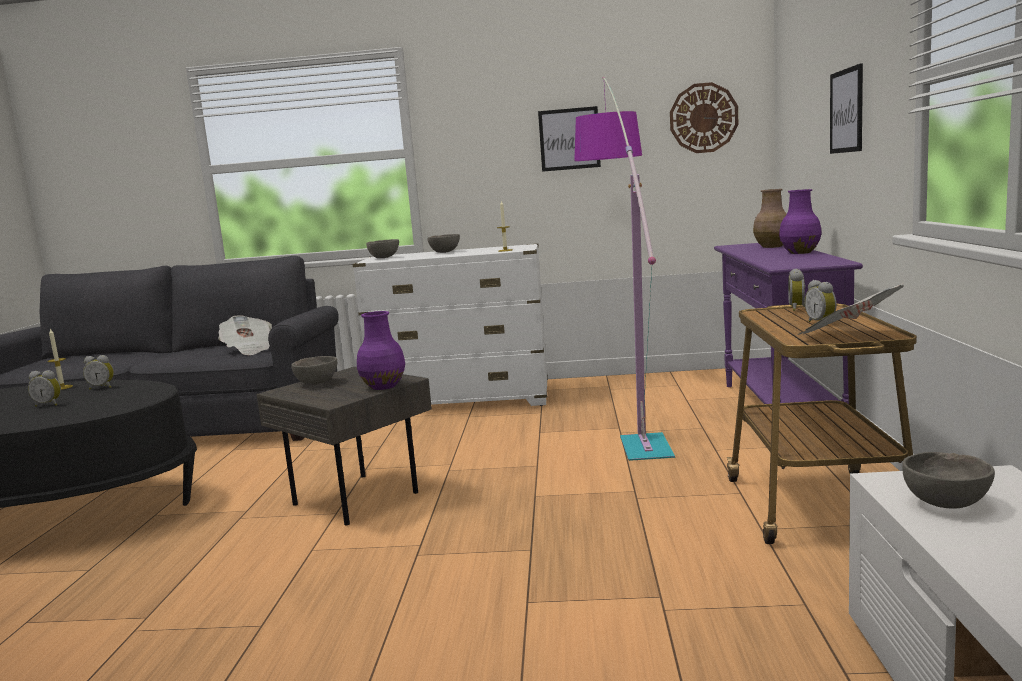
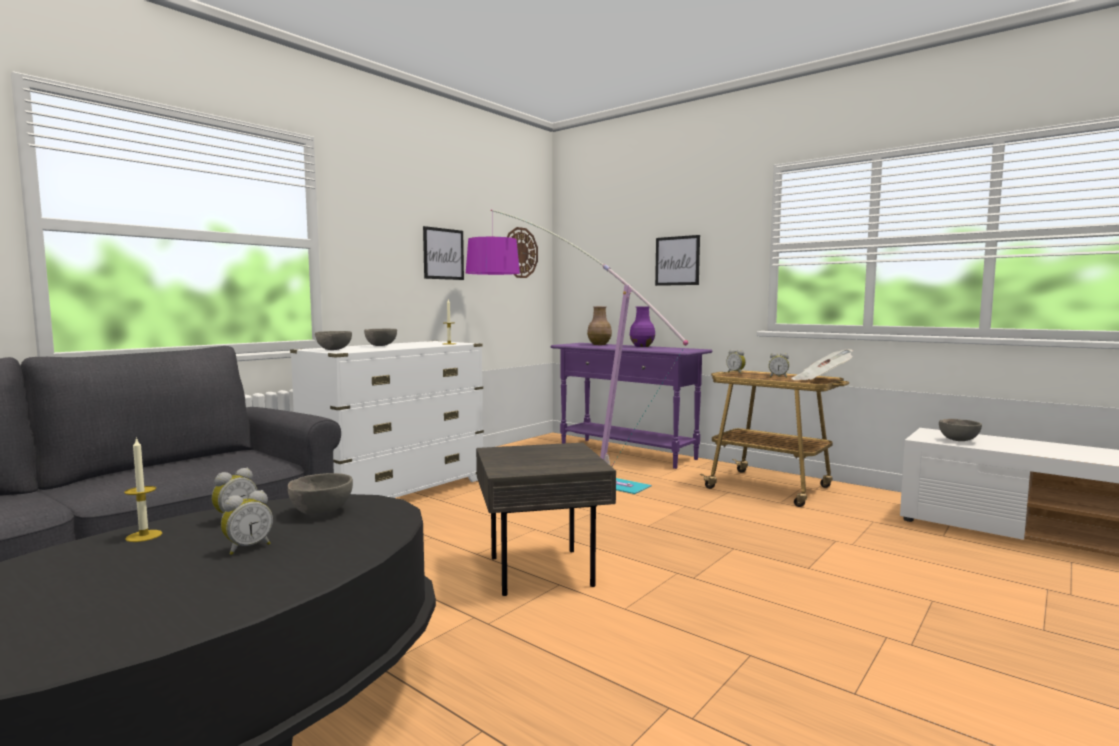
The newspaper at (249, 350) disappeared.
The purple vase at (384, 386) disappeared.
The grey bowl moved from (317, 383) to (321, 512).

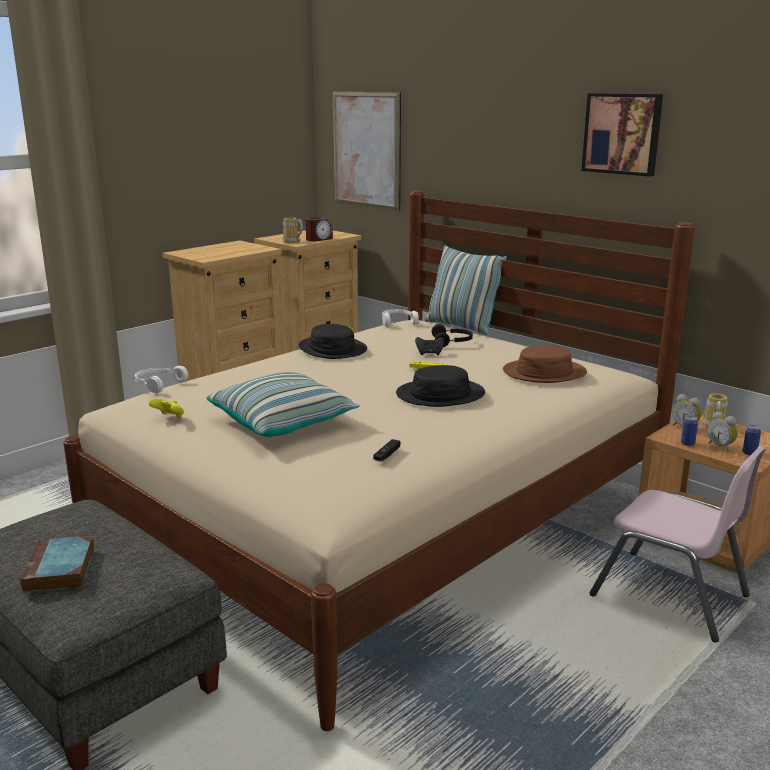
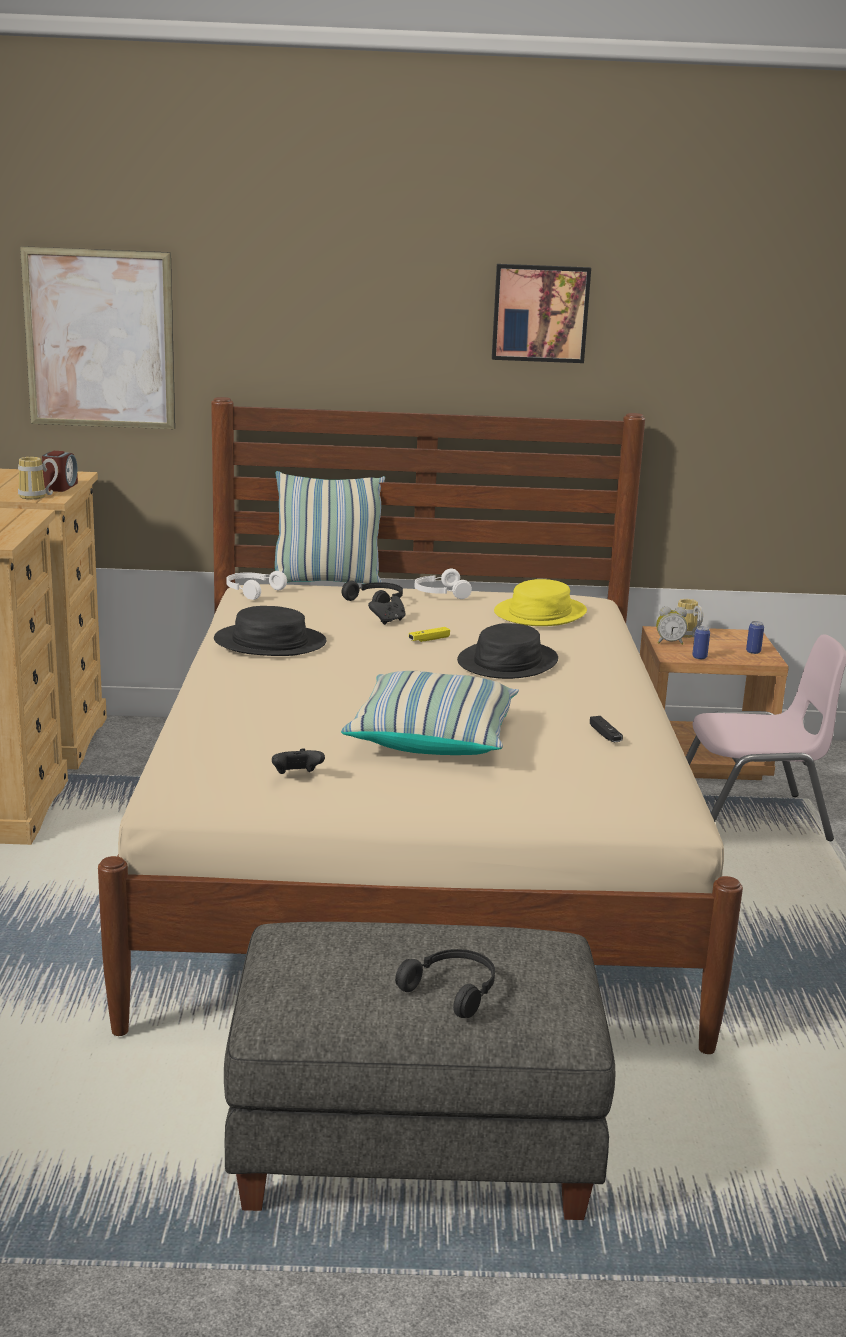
The alarm clock at (721, 446) disappeared.
The white headphones moved from (158, 384) to (440, 593).
The book at (60, 570) was replaced by the black headphones at (453, 990).
The yellow game controller at (169, 418) became the black game controller at (296, 776).
The brown hat at (544, 372) became the yellow hat at (540, 613).

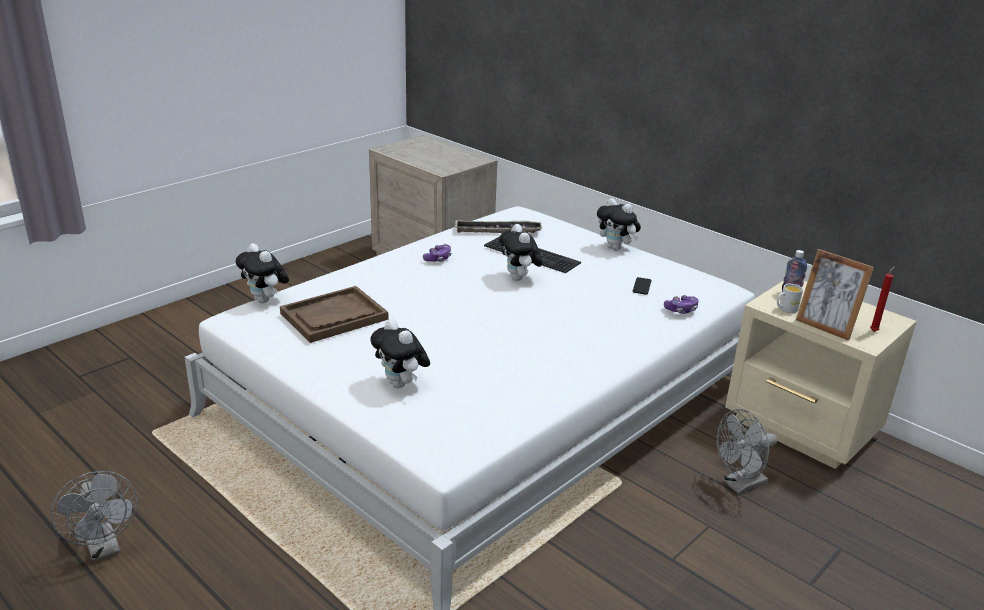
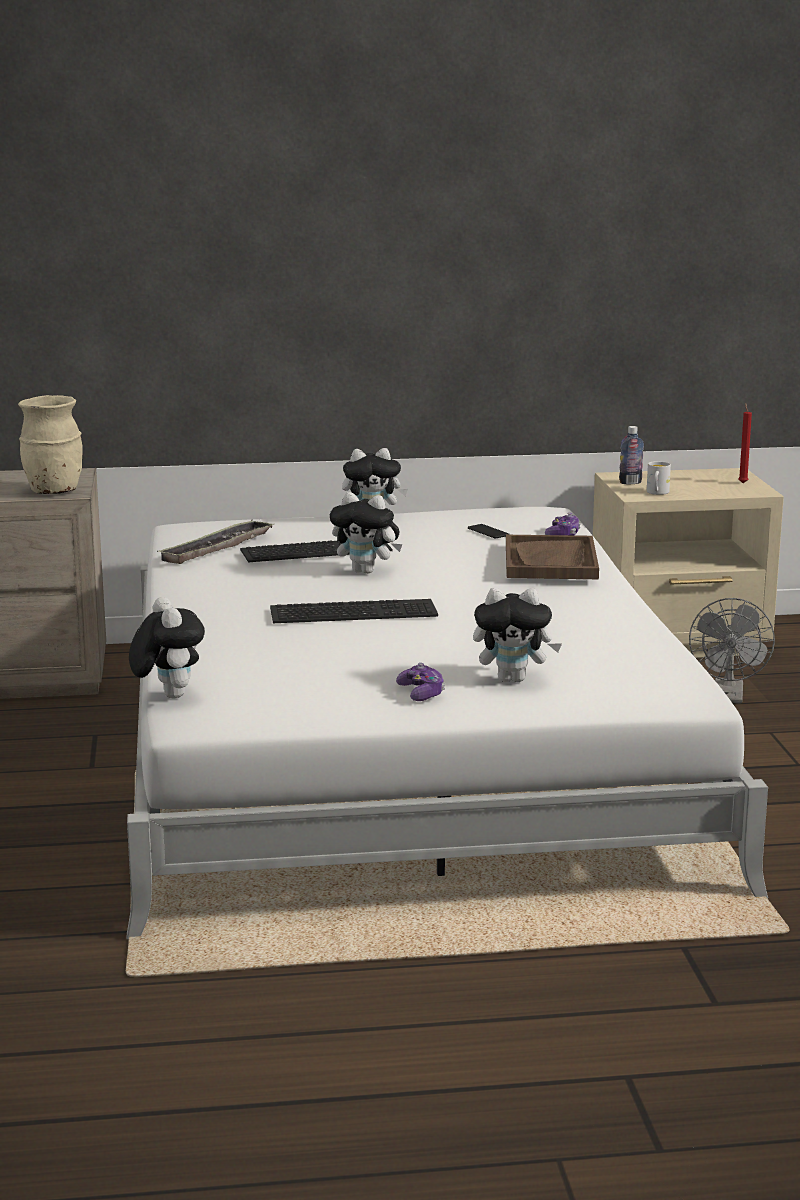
The grey fan at (105, 549) disappeared.
The picture frame at (825, 327) disappeared.
The beige vase at (53, 491) appeared.
The keyboard at (354, 610) appeared.
The brown tray moved from (334, 316) to (551, 561).
The game controller moved from (438, 259) to (421, 693).
The plush toy at (265, 300) turned 105 degrees counterclockwise.

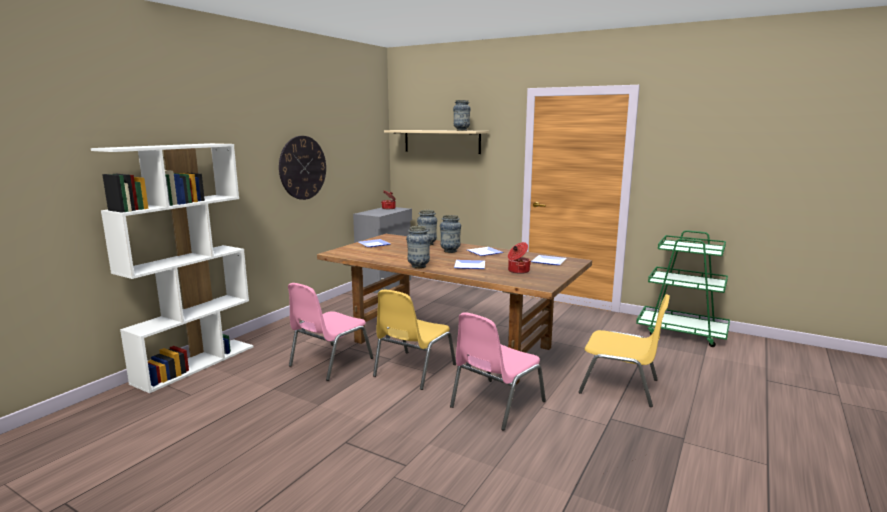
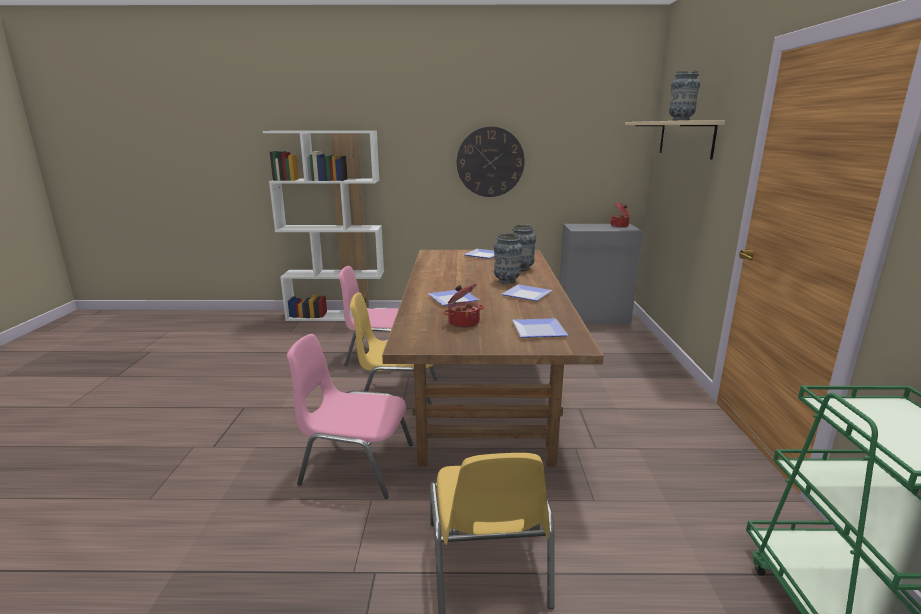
The vase at (418, 266) disappeared.

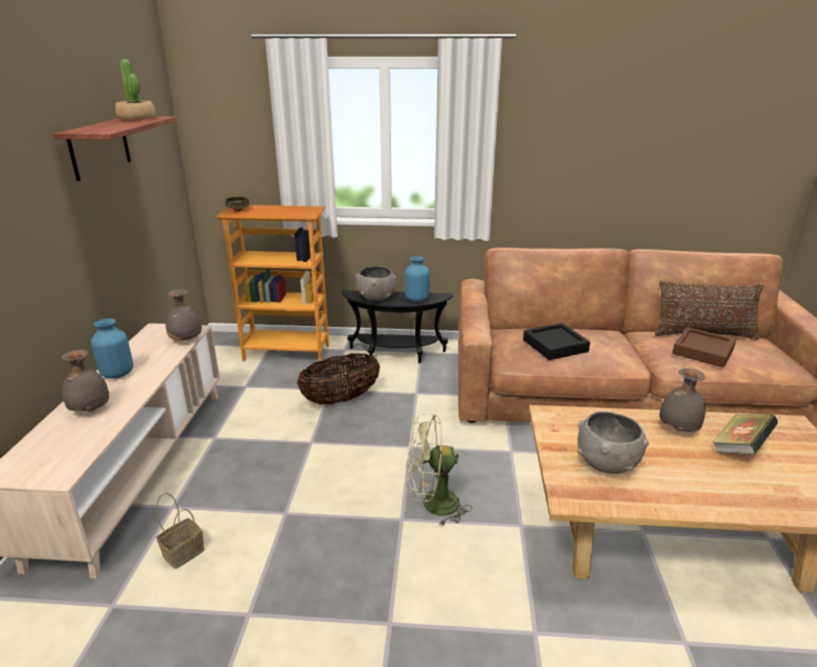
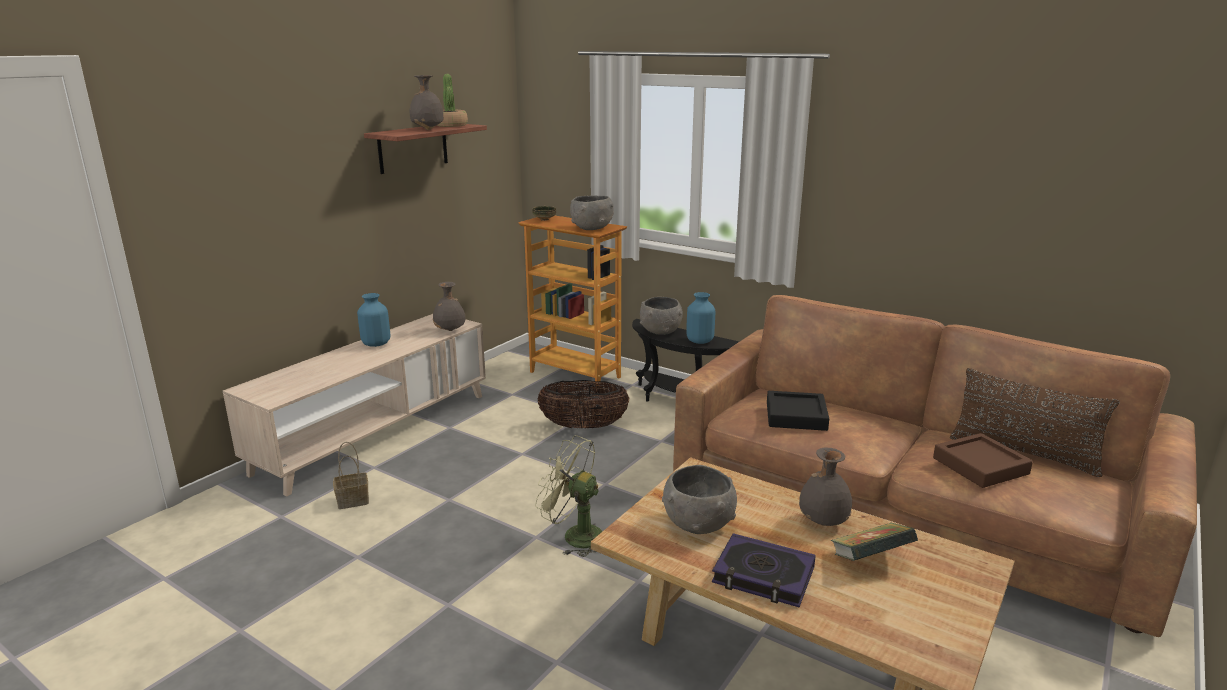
The grey bowl at (591, 228) appeared.
The book at (763, 576) appeared.
The grey vase moved from (89, 410) to (427, 129).

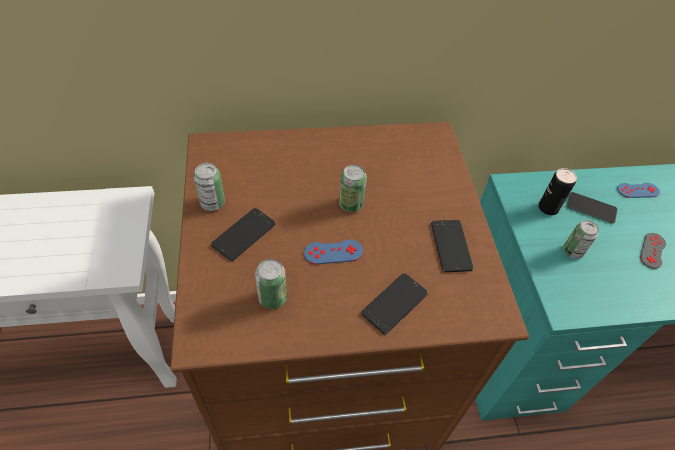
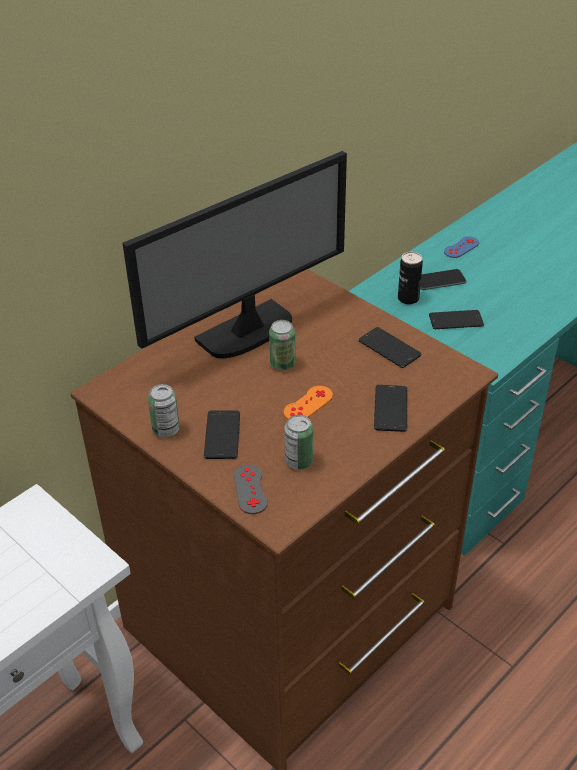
The monitor at (248, 333) appeared.
The grey game controller moved from (652, 250) to (250, 489).
The can at (572, 251) was replaced by the phone at (456, 320).
The blue game controller at (333, 252) became the orange game controller at (308, 404).

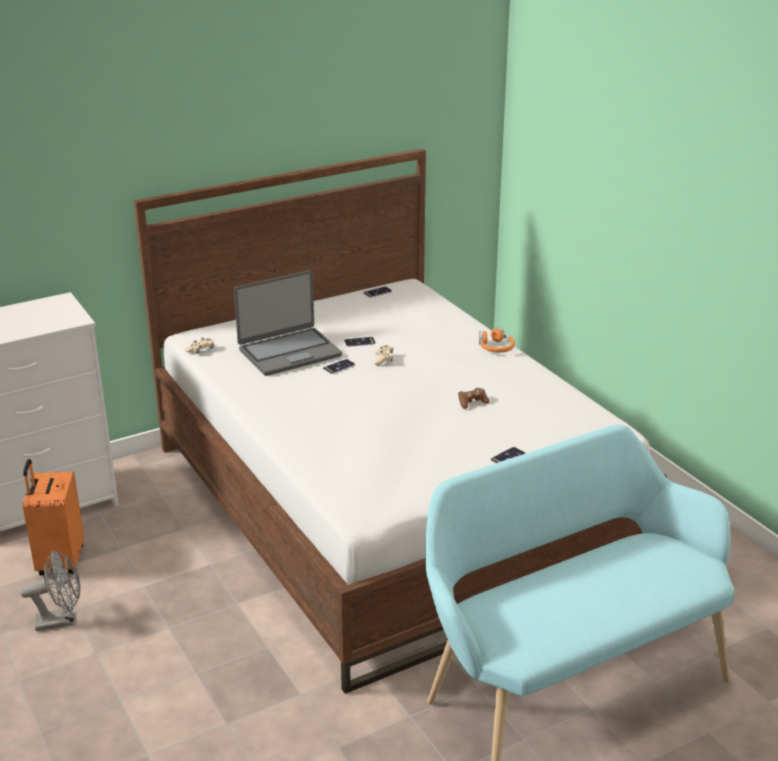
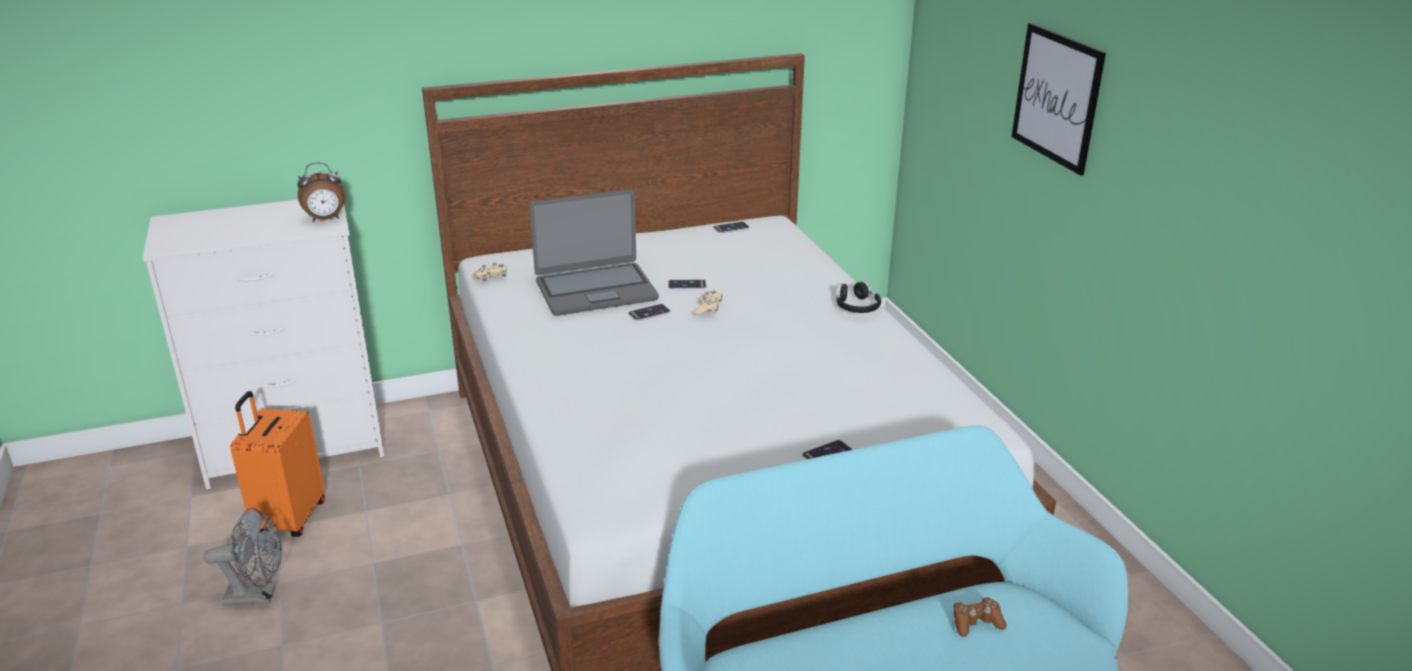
The alarm clock at (325, 219) appeared.
The picture at (1057, 97) appeared.
The brown game controller moved from (472, 402) to (976, 623).
The orange headphones at (495, 347) became the black headphones at (856, 306).

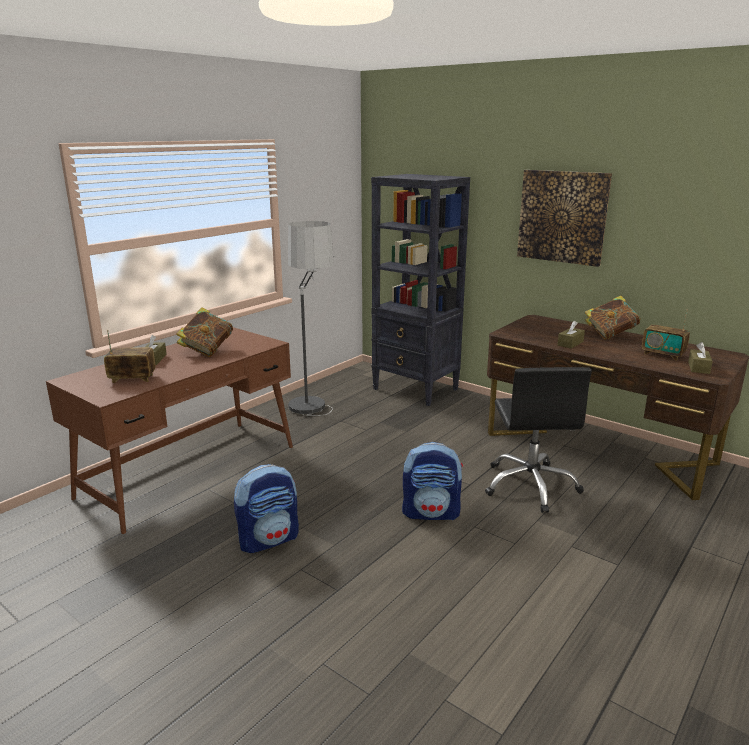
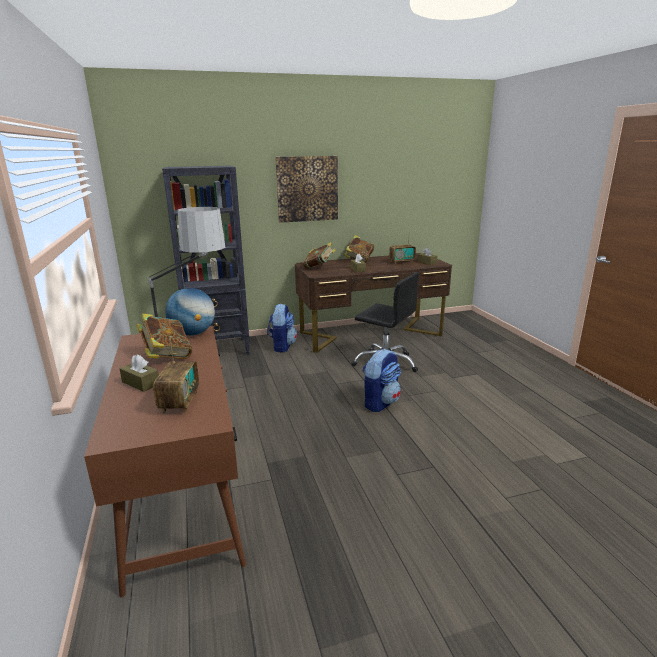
The globe at (193, 333) appeared.
The book at (319, 268) appeared.
The backpack moved from (269, 539) to (282, 346).
The radio at (132, 379) turned 150 degrees clockwise.

